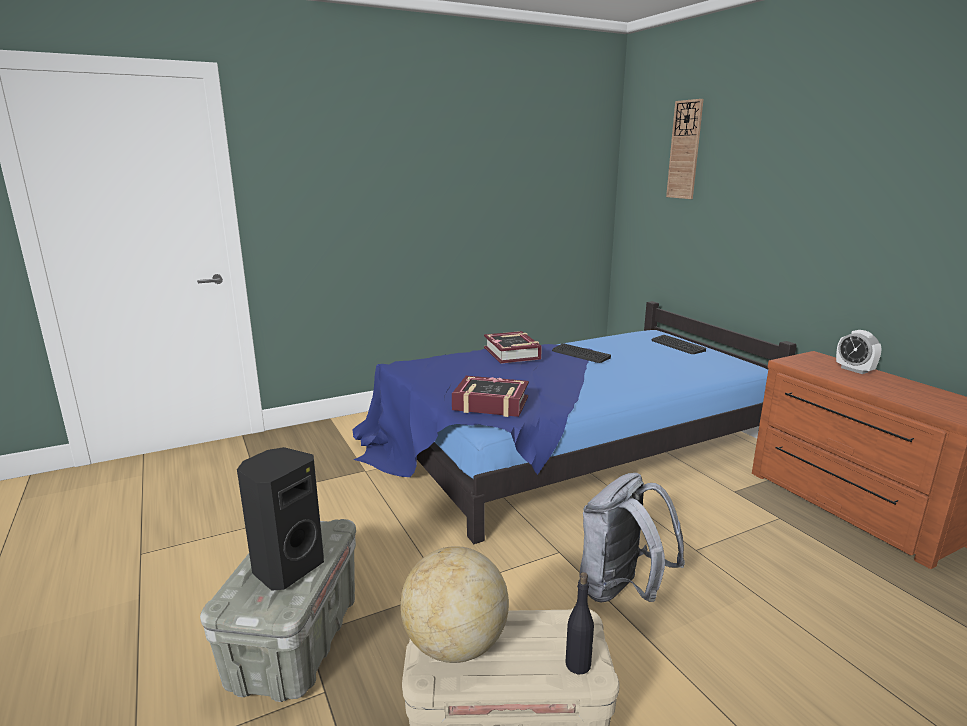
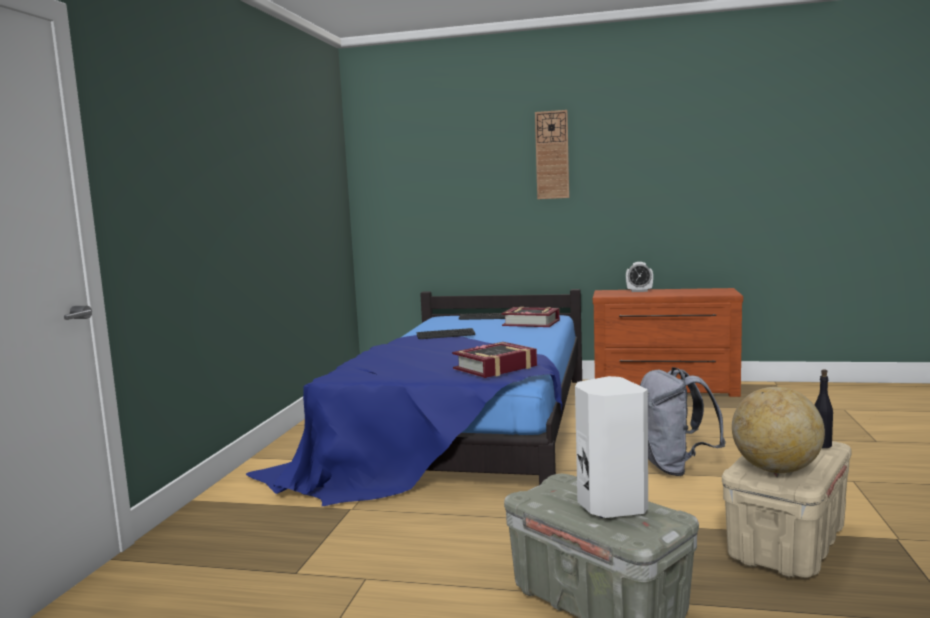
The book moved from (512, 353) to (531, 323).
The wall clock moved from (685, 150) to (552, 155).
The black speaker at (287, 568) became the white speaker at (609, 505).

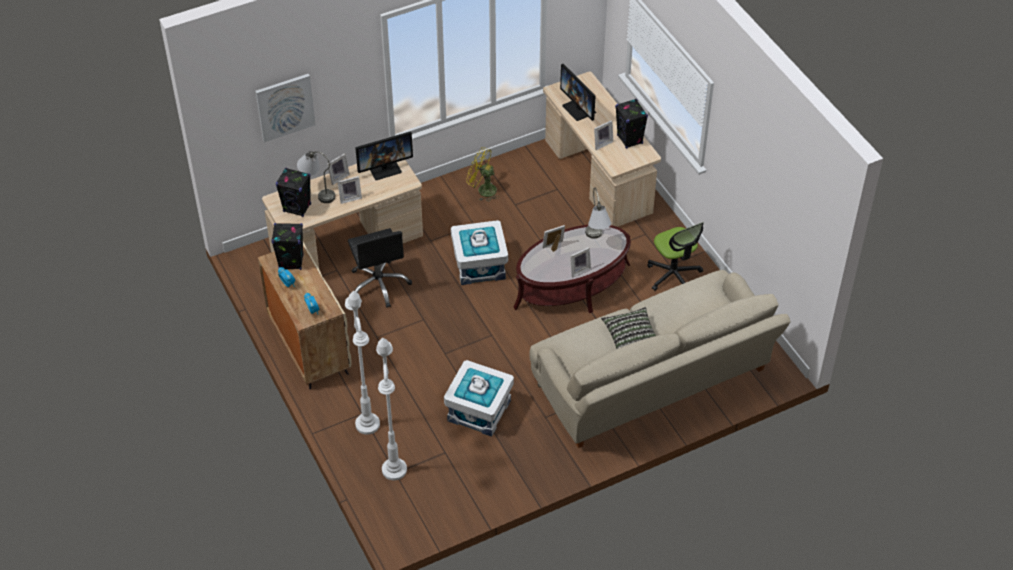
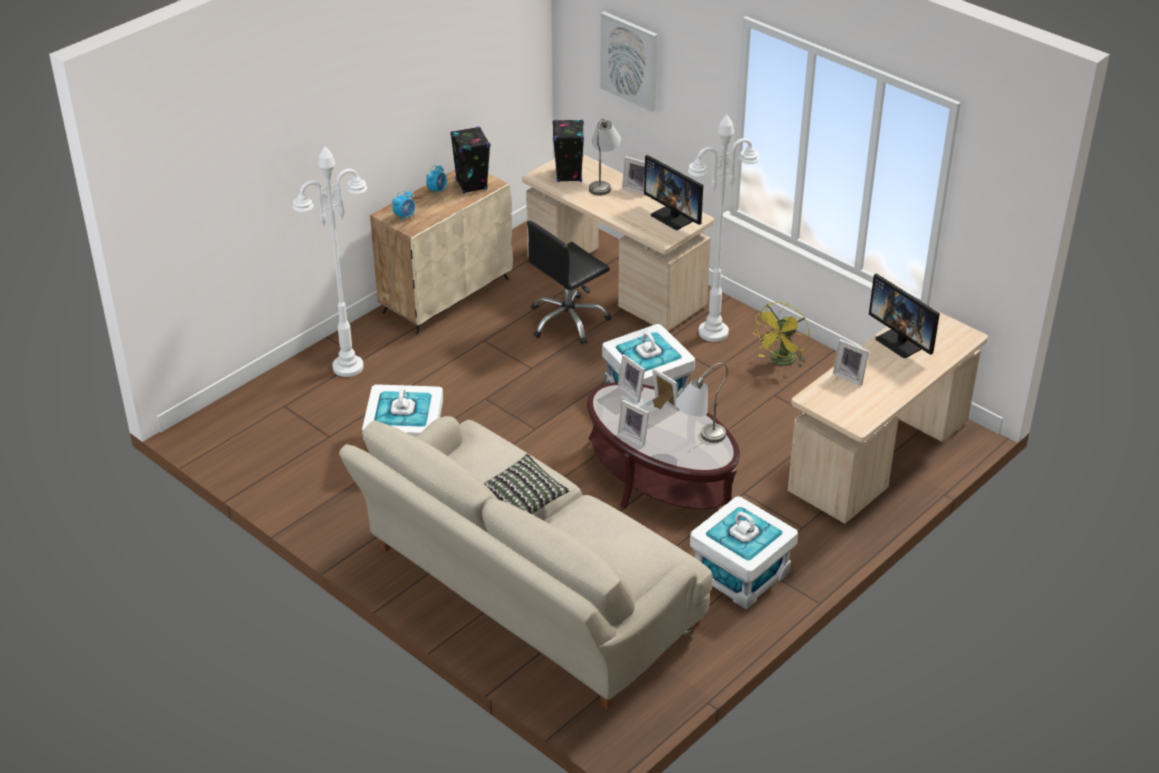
The black speaker at (630, 140) disappeared.
The picture frame moved from (350, 198) to (633, 392).
The white floor lamp moved from (394, 469) to (713, 332).
The office chair at (674, 275) was replaced by the white storage box at (740, 574).
The yellow fan at (483, 190) turned 150 degrees counterclockwise.
The monitor at (579, 109) turned 75 degrees counterclockwise.

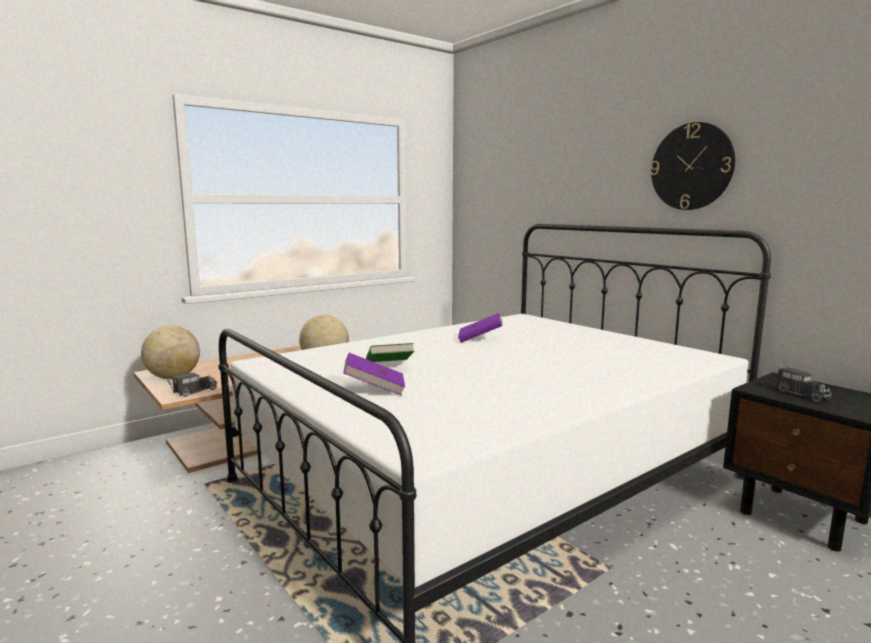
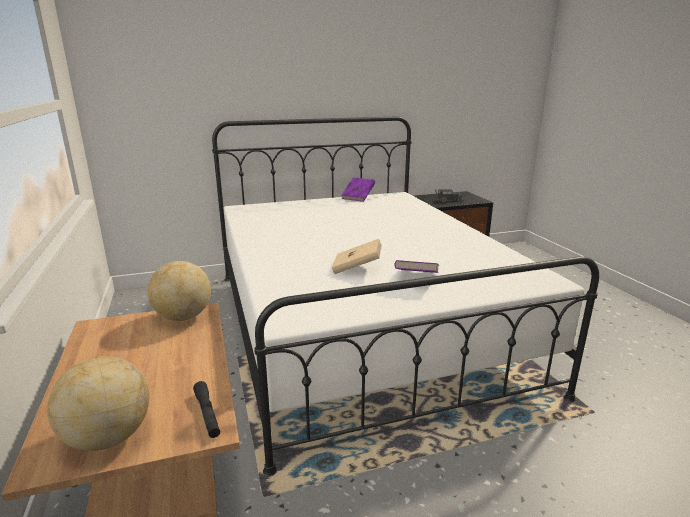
The wall clock at (691, 166) disappeared.
The purple book moved from (480, 339) to (358, 197).
The toy truck at (193, 392) was replaced by the black flashlight at (207, 414).
The green book at (389, 367) became the beige book at (357, 268).

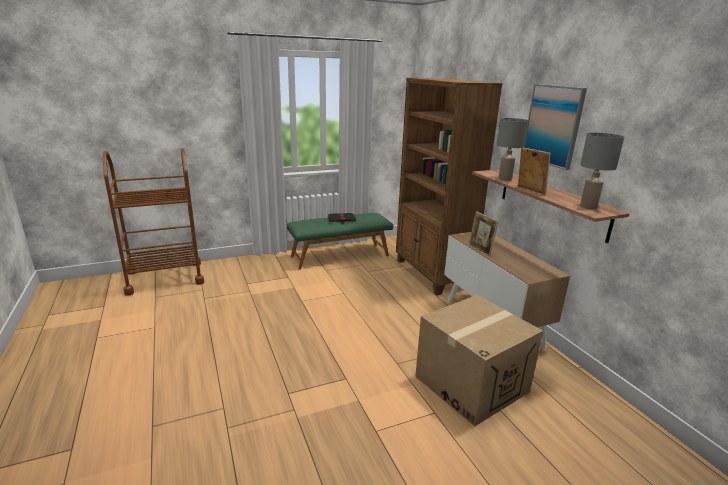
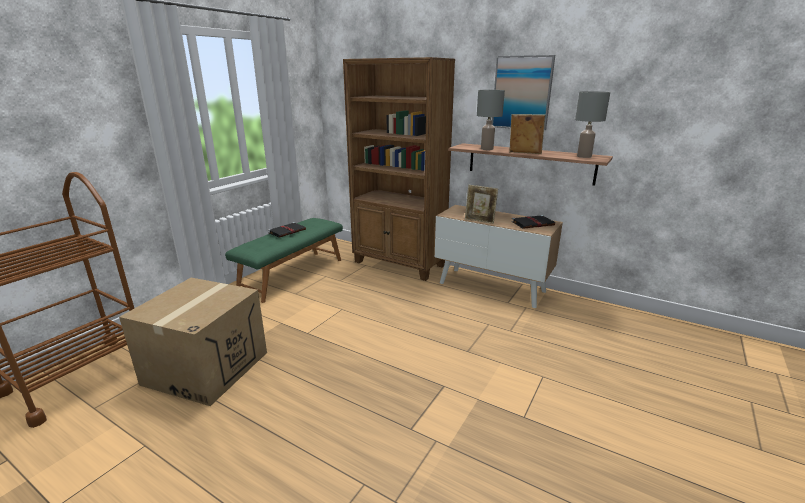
The black book at (533, 223) appeared.
The cardboard box moved from (471, 383) to (206, 367).

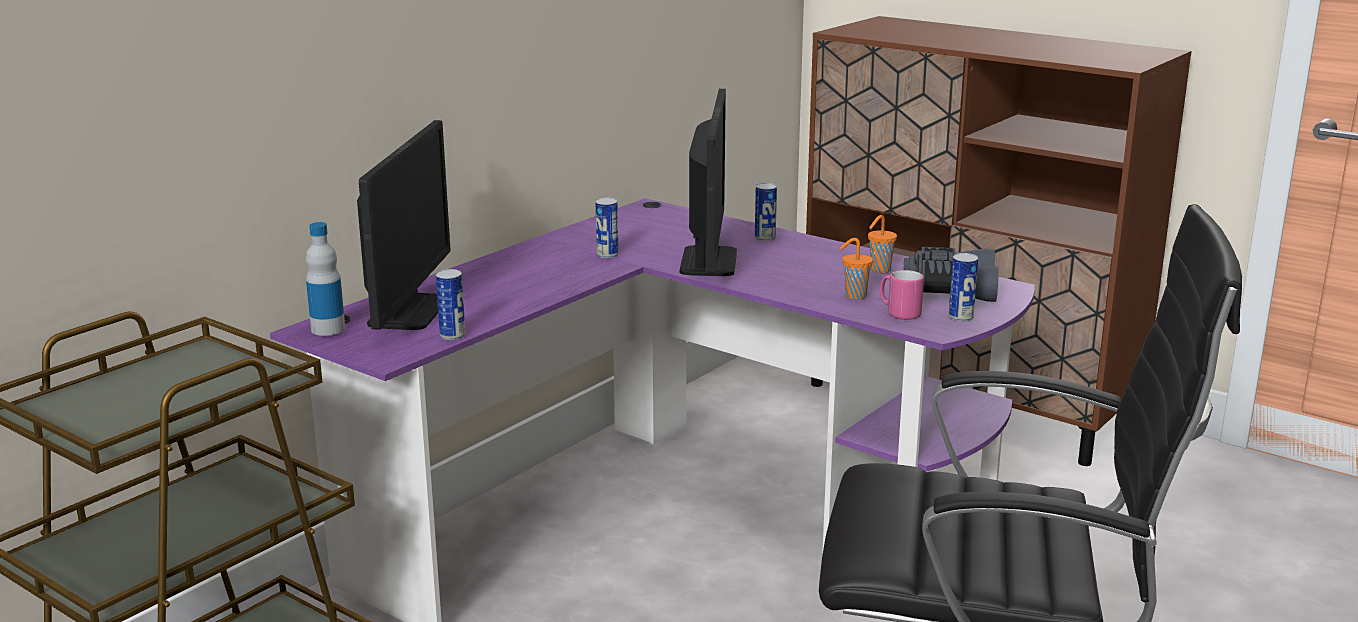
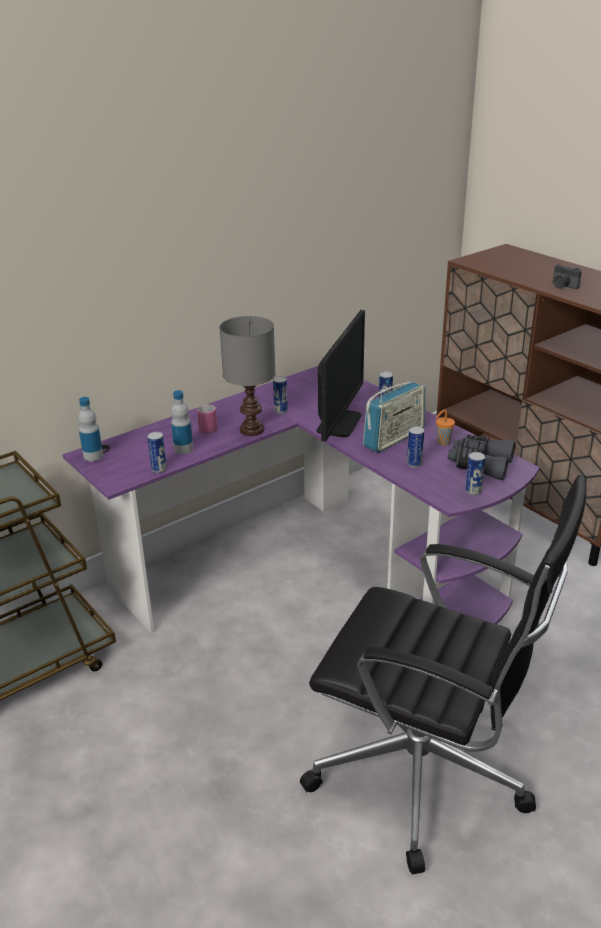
The monitor at (408, 312) disappeared.
The bottle at (183, 449) appeared.
The grey table lamp at (251, 430) appeared.
The radio at (394, 438) appeared.
The photo camera at (563, 286) appeared.
The pink mug moved from (898, 313) to (206, 428).
The orange cup at (854, 296) was replaced by the can at (414, 464).

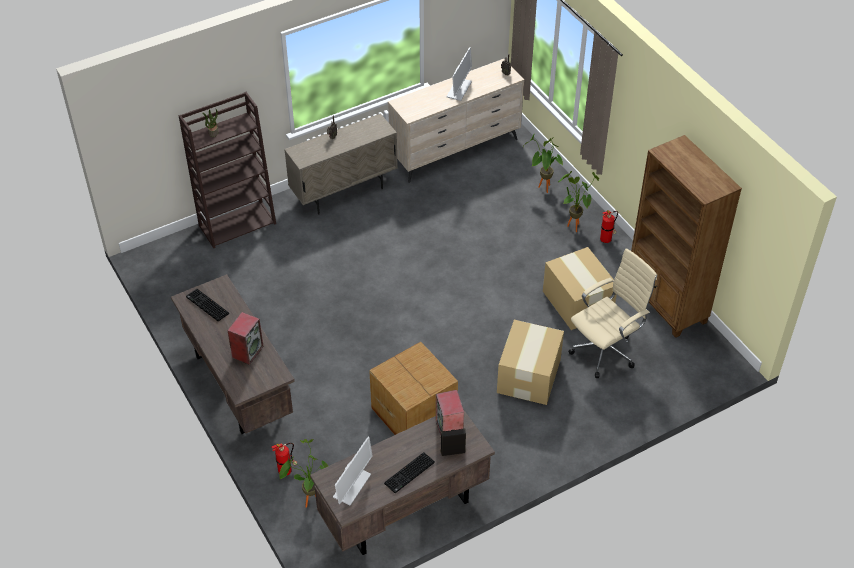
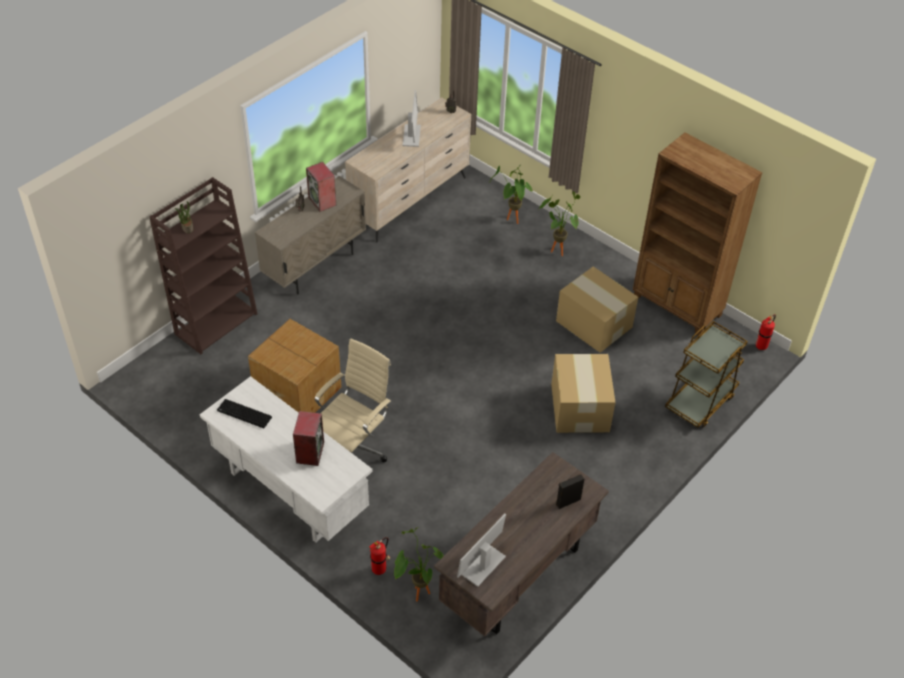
The keyboard at (409, 474) disappeared.
The brown cart at (700, 401) appeared.
The cardboard box moved from (414, 412) to (297, 391).
The speaker moved from (450, 430) to (322, 201).
The beige office chair moved from (606, 351) to (353, 450).
The fire extinguisher moved from (606, 240) to (761, 346).
The brown desk at (238, 385) became the white desk at (289, 492).
The monitor at (352, 486) turned 150 degrees counterclockwise.

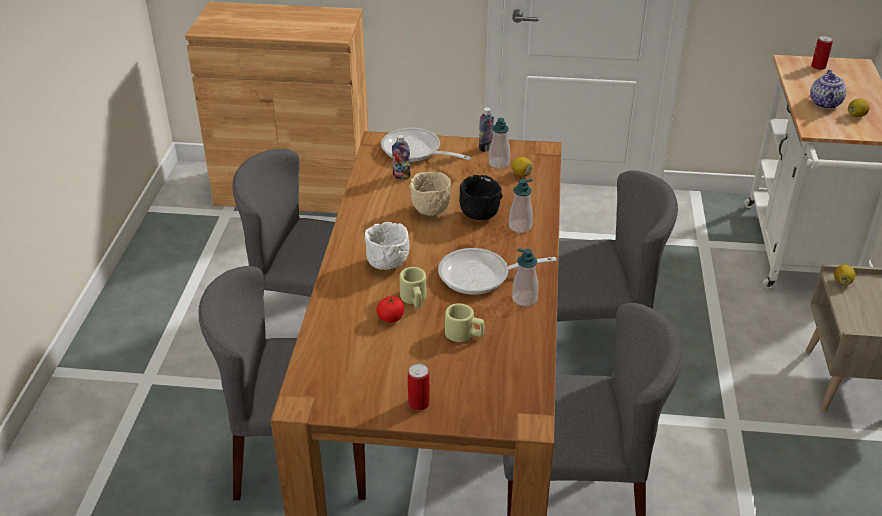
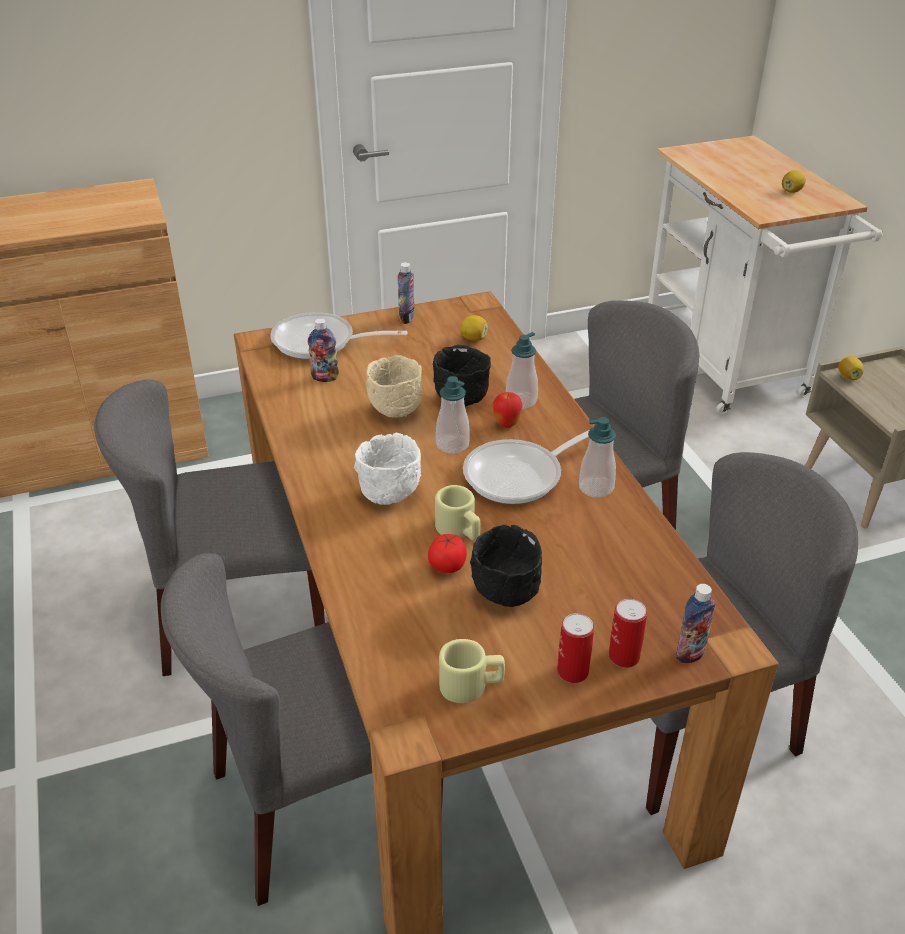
The teapot at (825, 104) disappeared.
The black bowl at (506, 593) appeared.
The apple at (506, 424) appeared.
The bottle at (690, 653) appeared.
The beige mug moved from (464, 334) to (471, 685).
The soap dispenser moved from (499, 163) to (452, 445).
The can moved from (818, 67) to (624, 656).

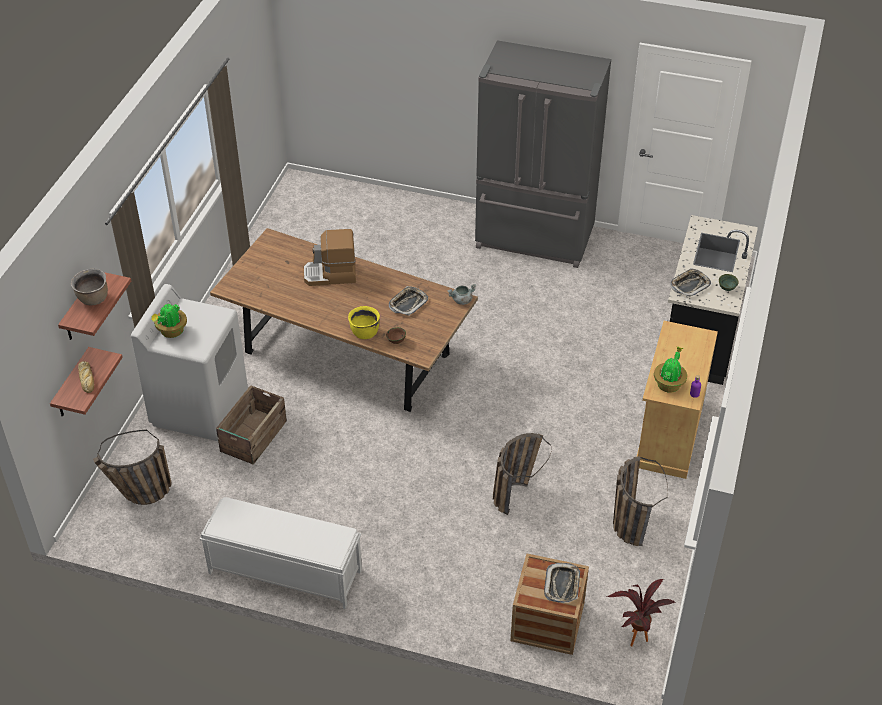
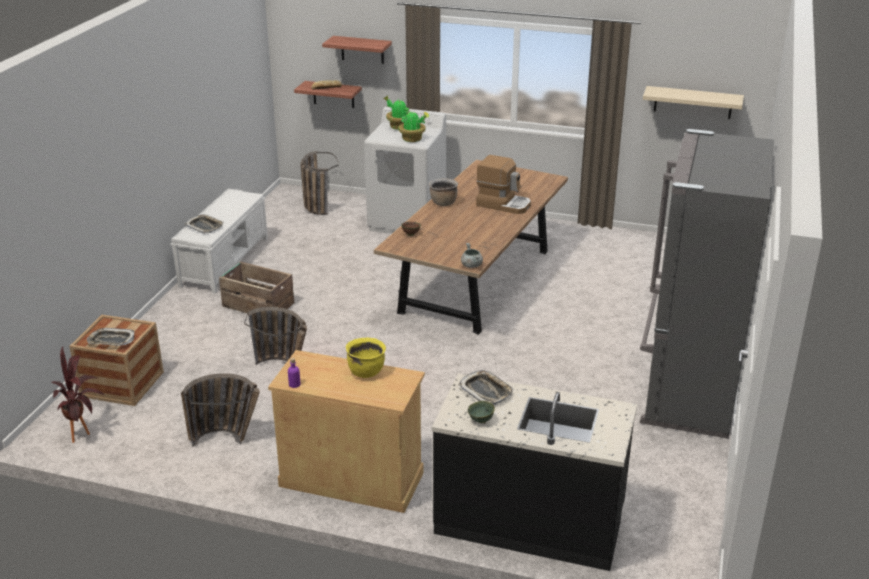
The beige shelf at (693, 102) appeared.
The brown cooking pot moved from (93, 299) to (443, 203).
The crate moved from (252, 437) to (257, 304).
The yellow cooking pot moved from (364, 333) to (366, 371).
The tray moved from (408, 303) to (205, 226).
The potted plant moved from (669, 384) to (413, 139).
The coffee machine at (330, 275) turned 120 degrees clockwise.

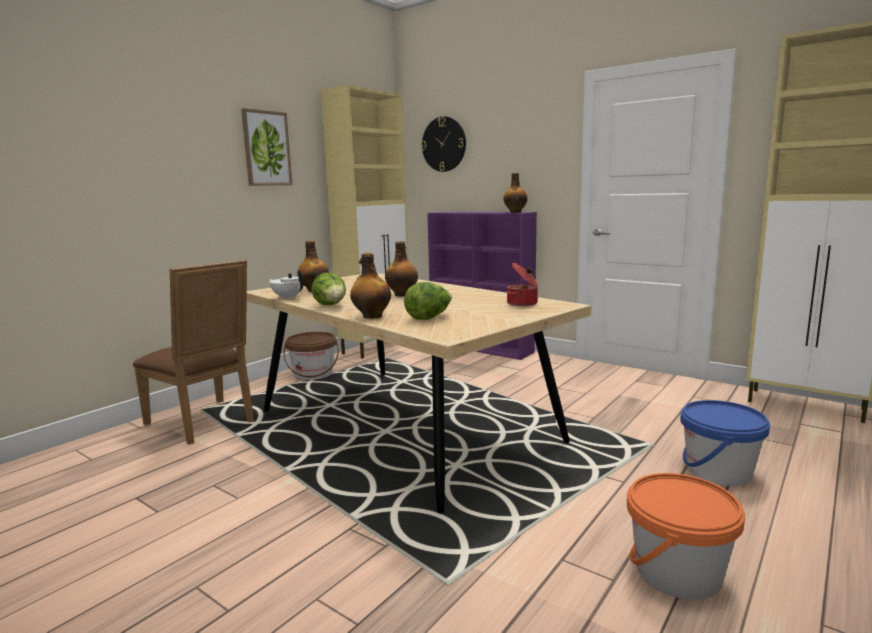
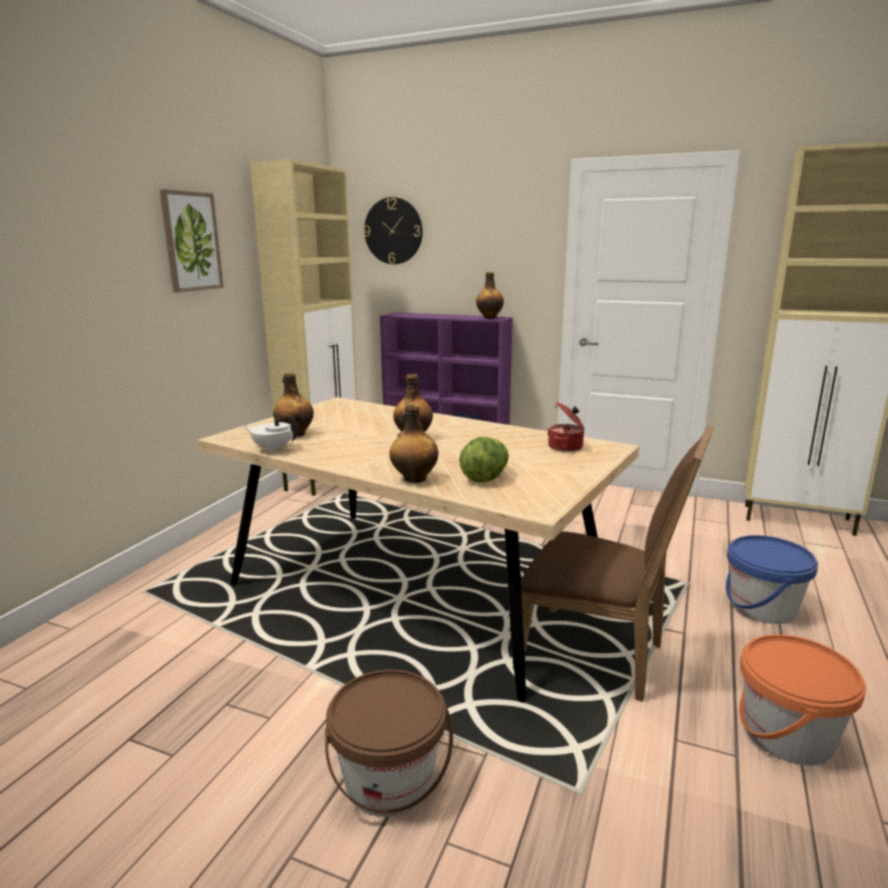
The lettuce at (331, 306) disappeared.
The brown chair moved from (205, 423) to (599, 656).
The brown bucket moved from (313, 374) to (389, 780).

